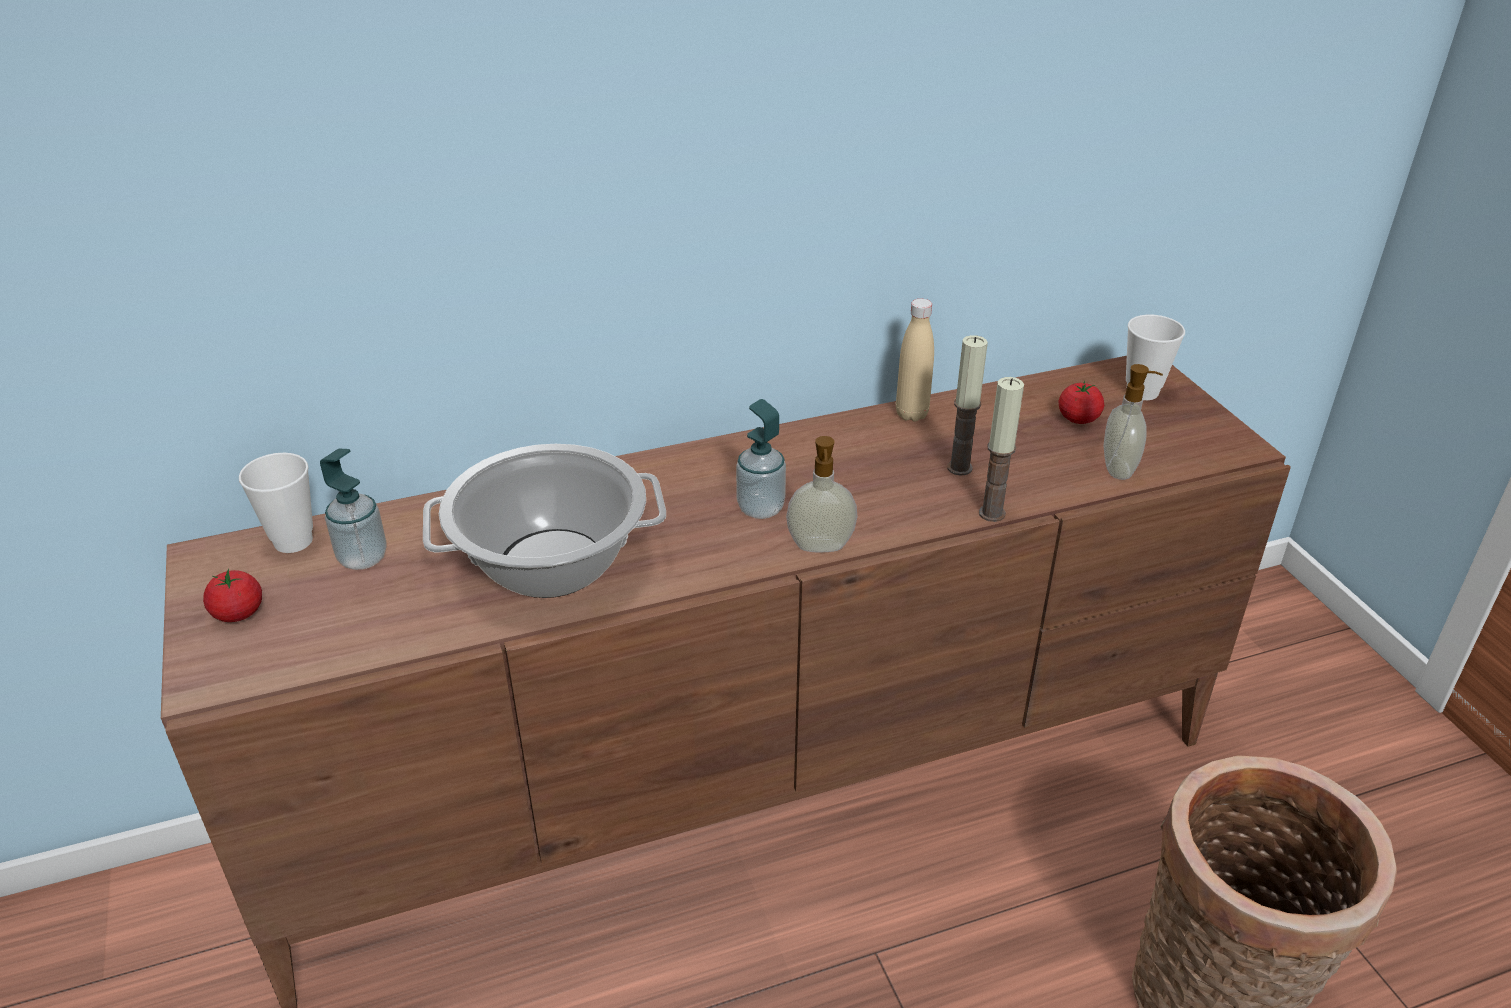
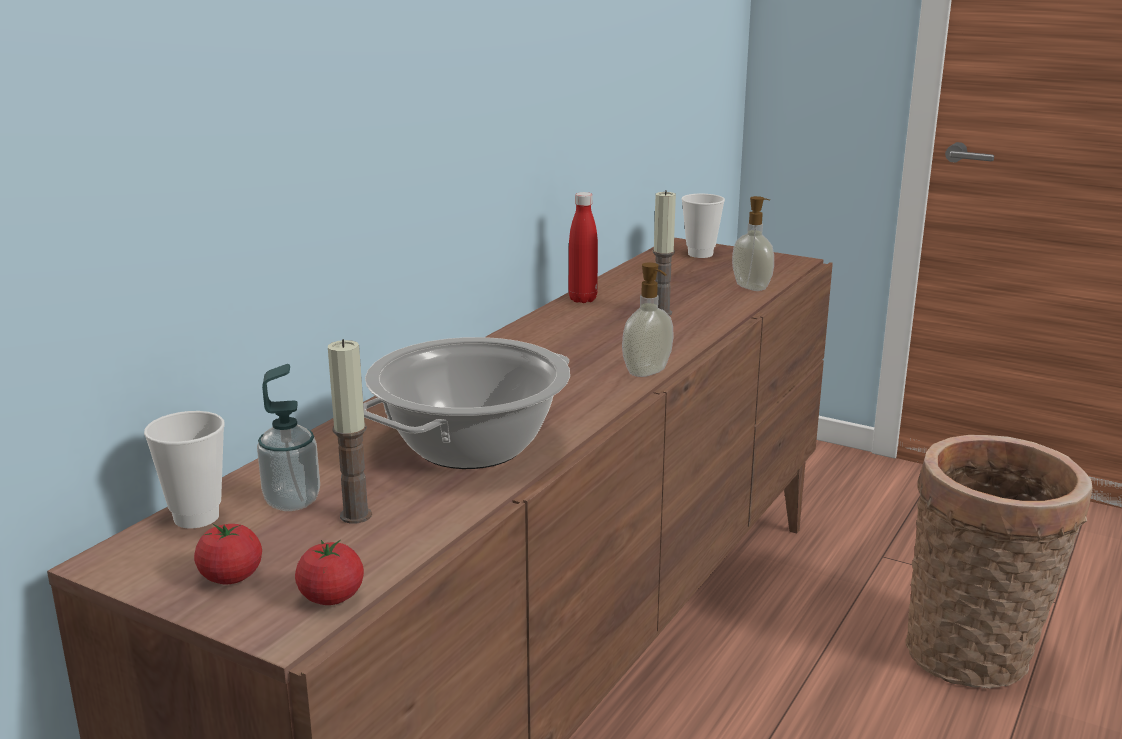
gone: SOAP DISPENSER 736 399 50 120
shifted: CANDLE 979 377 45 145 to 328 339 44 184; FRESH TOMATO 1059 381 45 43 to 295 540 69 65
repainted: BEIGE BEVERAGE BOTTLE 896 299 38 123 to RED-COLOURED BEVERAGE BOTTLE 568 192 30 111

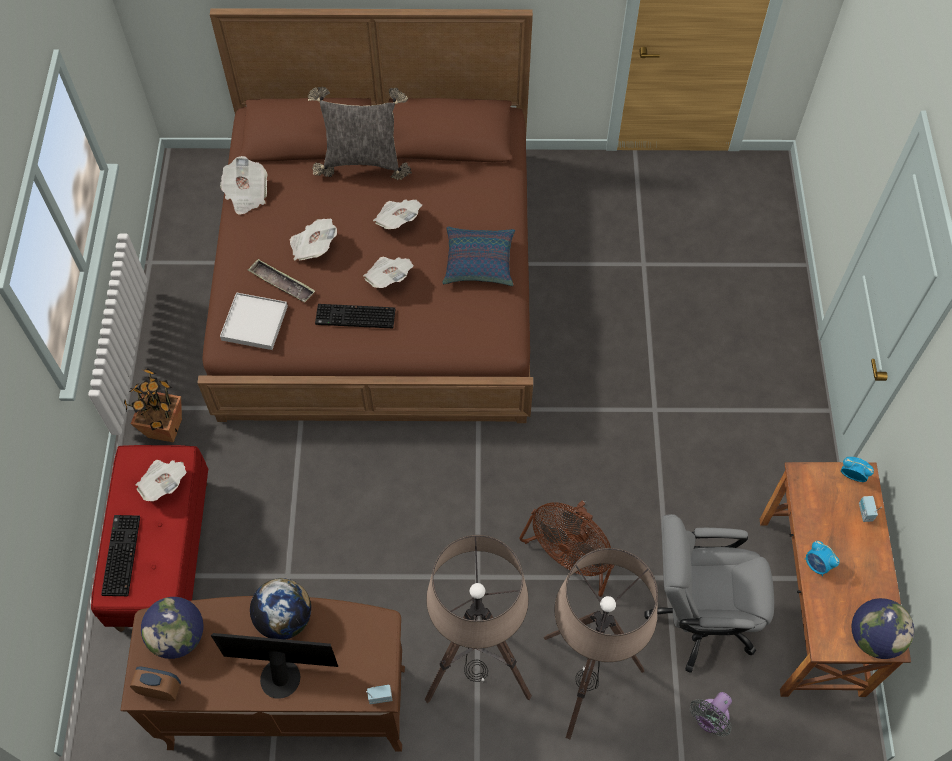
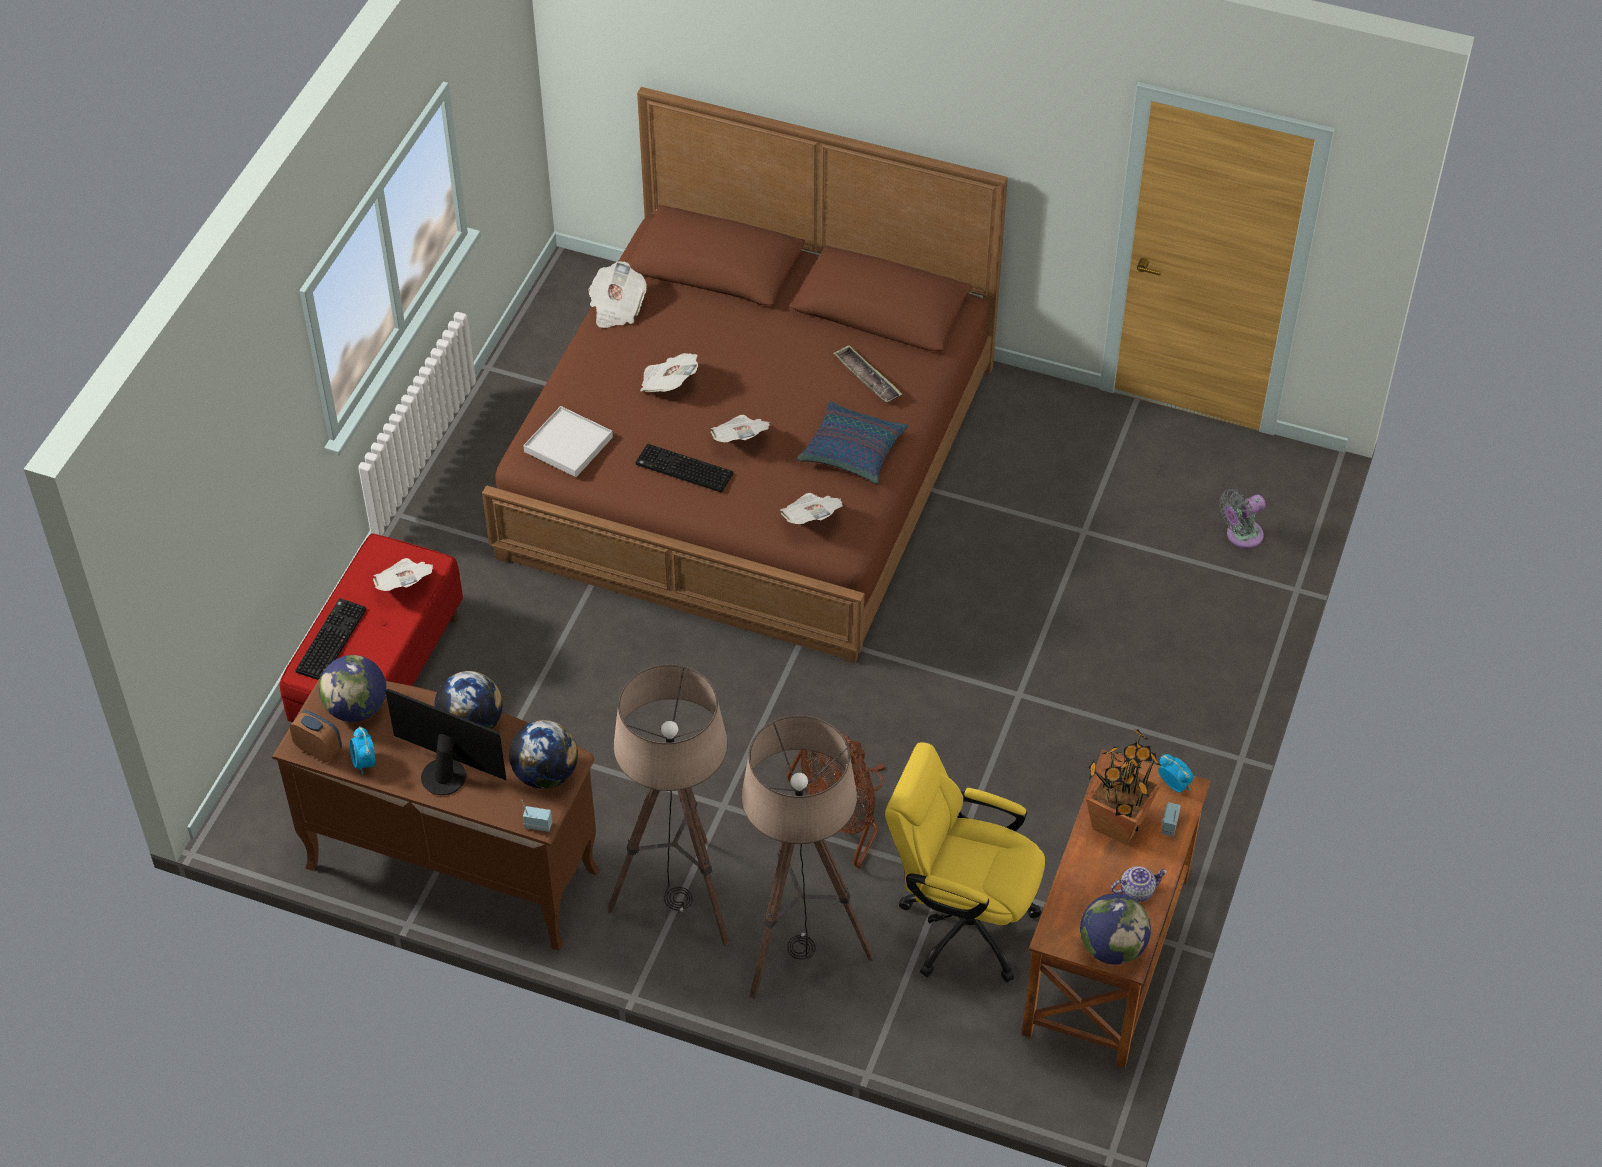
gone: CUSHION 308 87 103 94
new: GLOBE 509 720 69 69; TEA POT 1111 866 57 36
shifted: POTTED PLANT 124 368 58 75 to 1086 729 76 116; TRAY 248 259 67 43 to 833 345 69 57; PRINTED PAPER 373 199 49 30 to 780 493 63 31; GREYISH FAN 690 692 42 45 to 1219 489 47 59; BEDSIDE CLOCK 805 541 35 35 to 350 726 25 49
repainted: GREYISH DESK CHAIR 645 514 129 159 to YELLOW-COLOURED DESK CHAIR 885 742 160 240

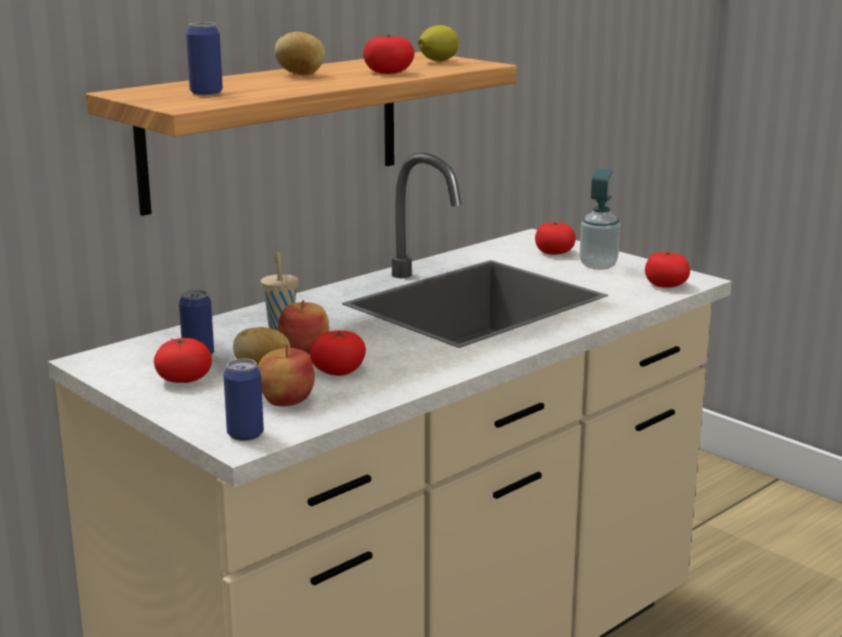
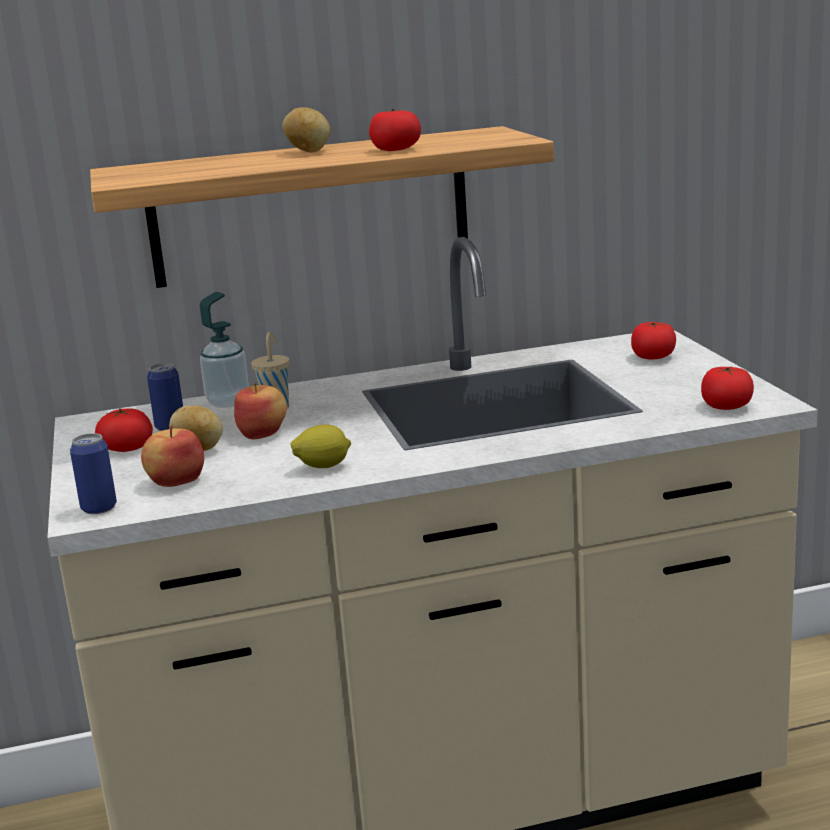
gone: METAL CAN 186 22 37 73; FRESH TOMATO 310 330 56 46
shifted: LEMON 418 25 41 36 to 291 425 60 43; SOAP DISPENSER 580 168 40 102 to 200 292 49 116

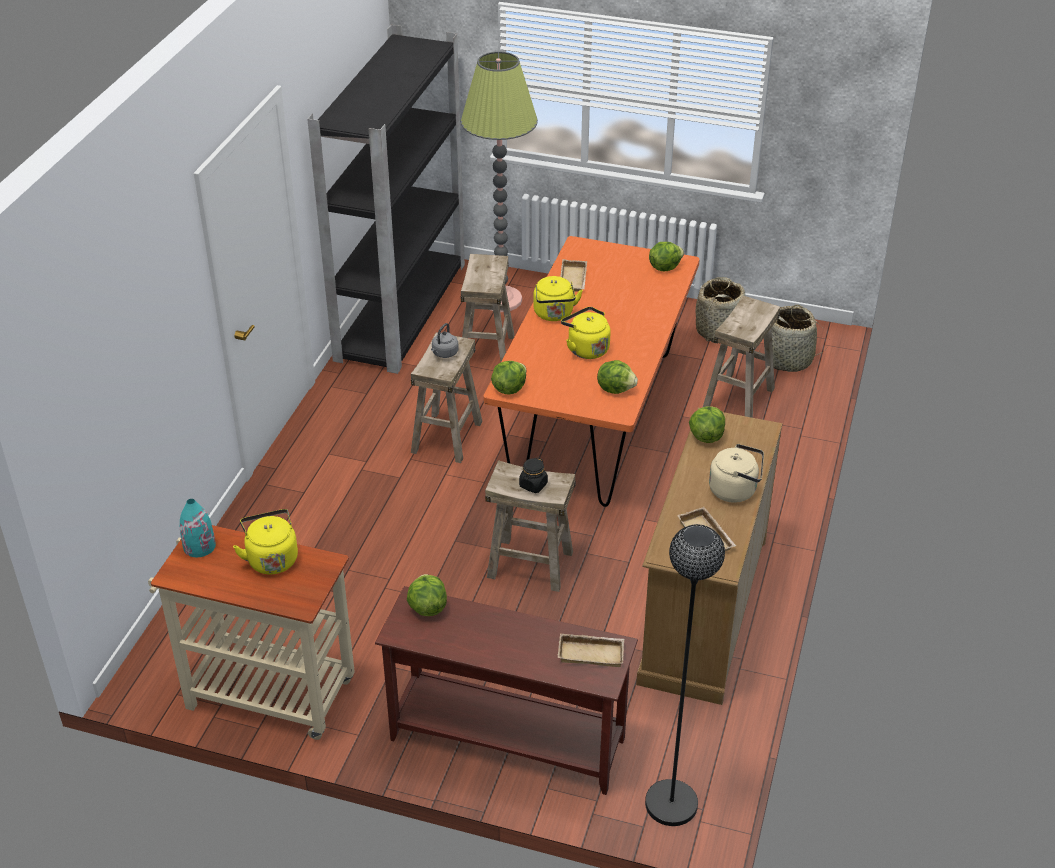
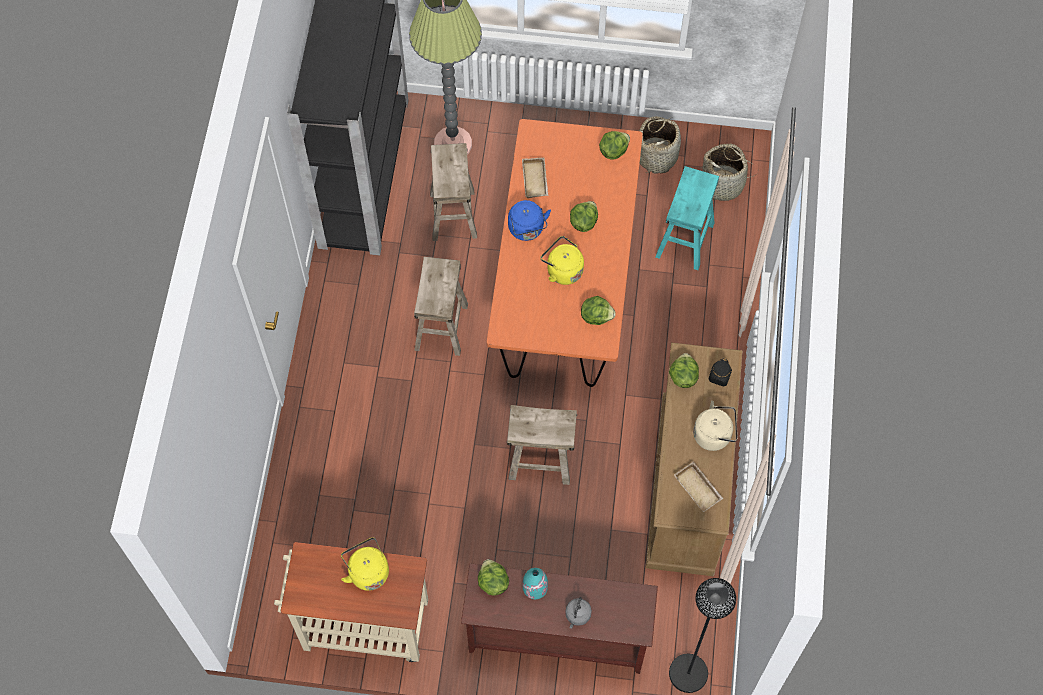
gone: BEIGE TRAY 558 633 66 34
shifted: TURQUOISE-COLOURED VASE 180 499 36 58 to 523 568 25 31; GREYISH WATER KETTLE 431 323 28 35 to 565 597 27 31; HEAD OF LETTUCE 491 361 35 33 to 570 201 28 31; BLACK-COLOURED PRESERVE JAR 519 458 29 35 to 709 358 23 29
repainted: YELLOW-COLOURED WATER KETTLE 533 276 50 45 to BLUISH WATER KETTLE 508 200 43 41; BEIGE SITTING STOOL 703 296 77 122 to TURQUOISE-COLOURED SITTING STOOL 655 166 64 104

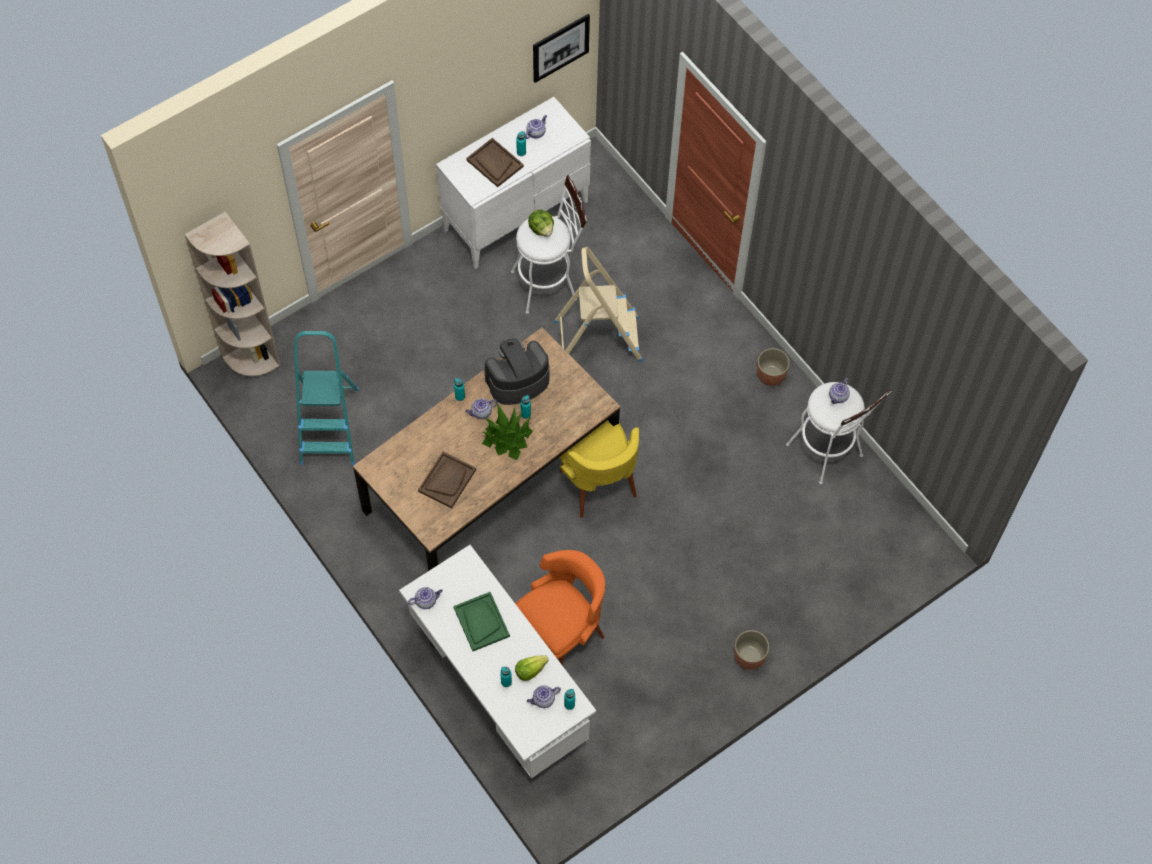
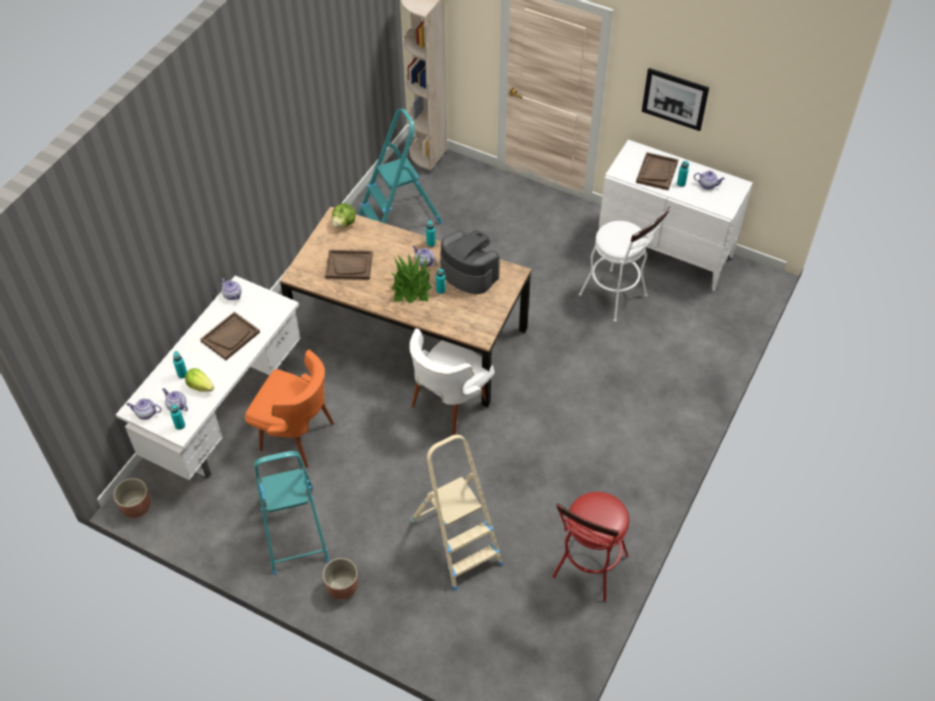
new: TURQUOISE-COLOURED STEP STOOL 254 451 75 124
shifted: HEAD OF LETTUCE 528 210 26 27 to 332 203 24 24; PICTURE 533 14 57 69 to 642 68 67 63; BEIGE STEP STOOL 554 247 89 115 to 410 435 93 156; FLOWER POT 757 348 33 38 to 113 478 38 40; TEA POT 829 378 21 26 to 126 399 36 21
repainted: GREENISH TRAY 453 592 57 59 to BROWN-COLOURED TRAY 200 312 60 48; YELLOW-COLOURED PLAIN CHAIR 560 419 79 99 to WHITE-COLOURED PLAIN CHAIR 409 328 85 107; WHITE-COLOURED SITTING STOOL 786 382 106 102 to RED-COLOURED SITTING STOOL 552 492 77 110

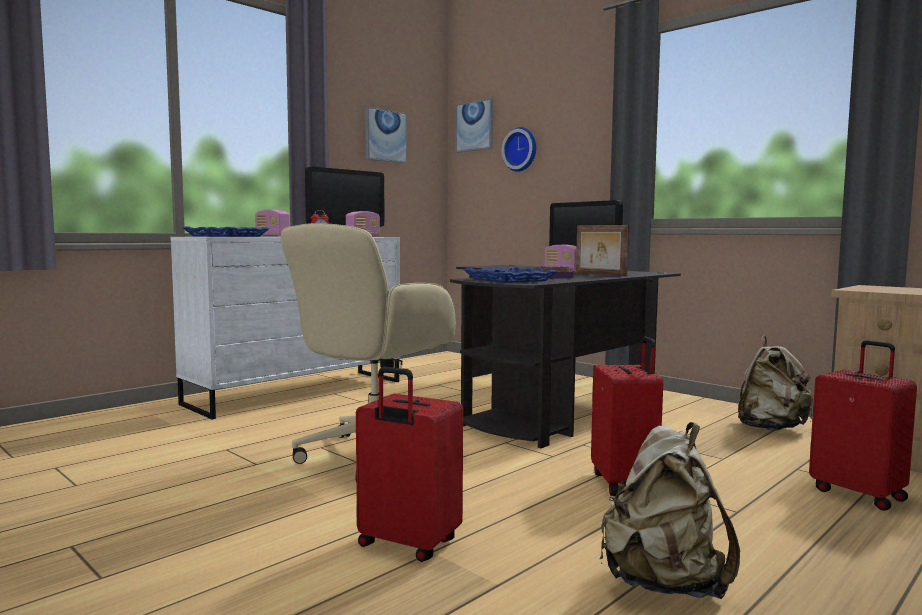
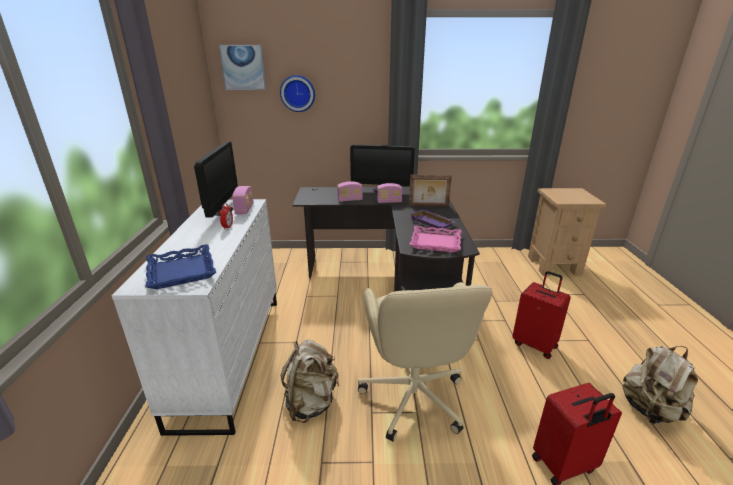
gone: PICTURE 365 107 42 56; RED-COLOURED TRAVEL CASE 809 340 108 171
shifted: RADIO 255 209 35 28 to 337 181 26 21; BEIGE RUCKSACK 738 335 75 96 to 281 340 58 83
repainted: BLUISH TRAY 464 267 93 16 to PINK-COLOURED TRAY 409 226 52 26

